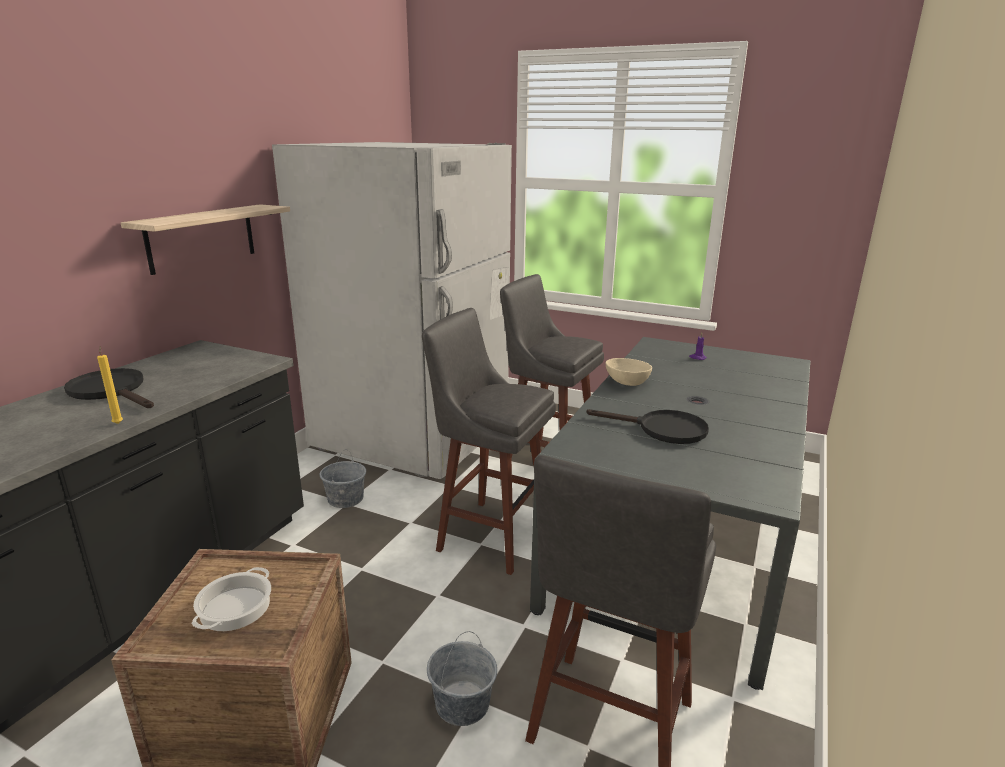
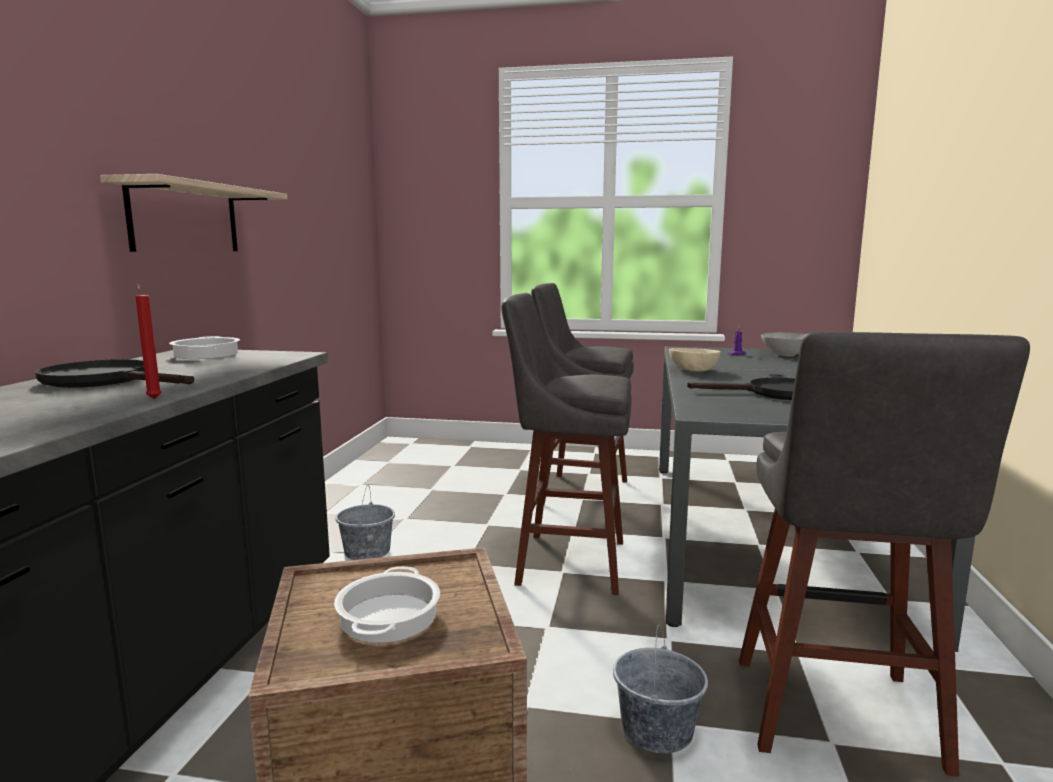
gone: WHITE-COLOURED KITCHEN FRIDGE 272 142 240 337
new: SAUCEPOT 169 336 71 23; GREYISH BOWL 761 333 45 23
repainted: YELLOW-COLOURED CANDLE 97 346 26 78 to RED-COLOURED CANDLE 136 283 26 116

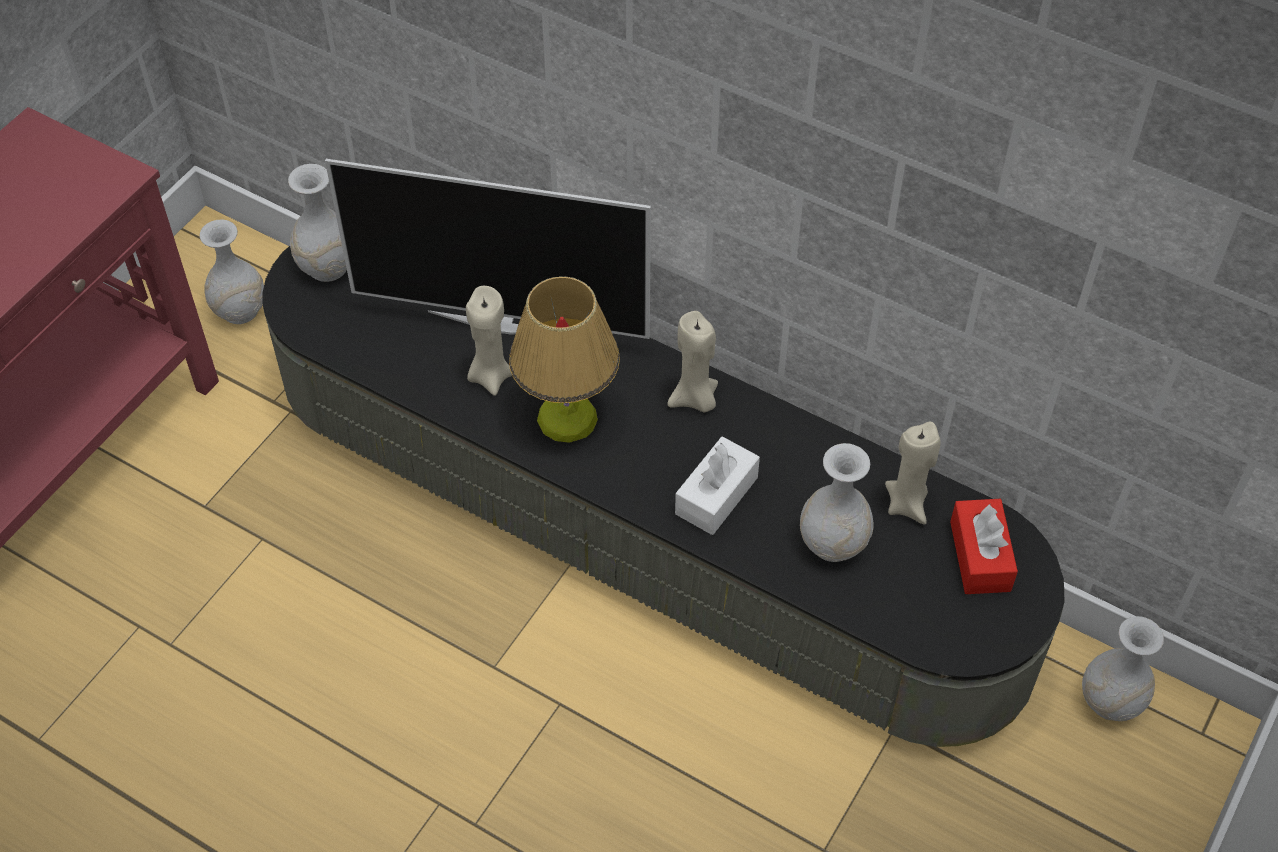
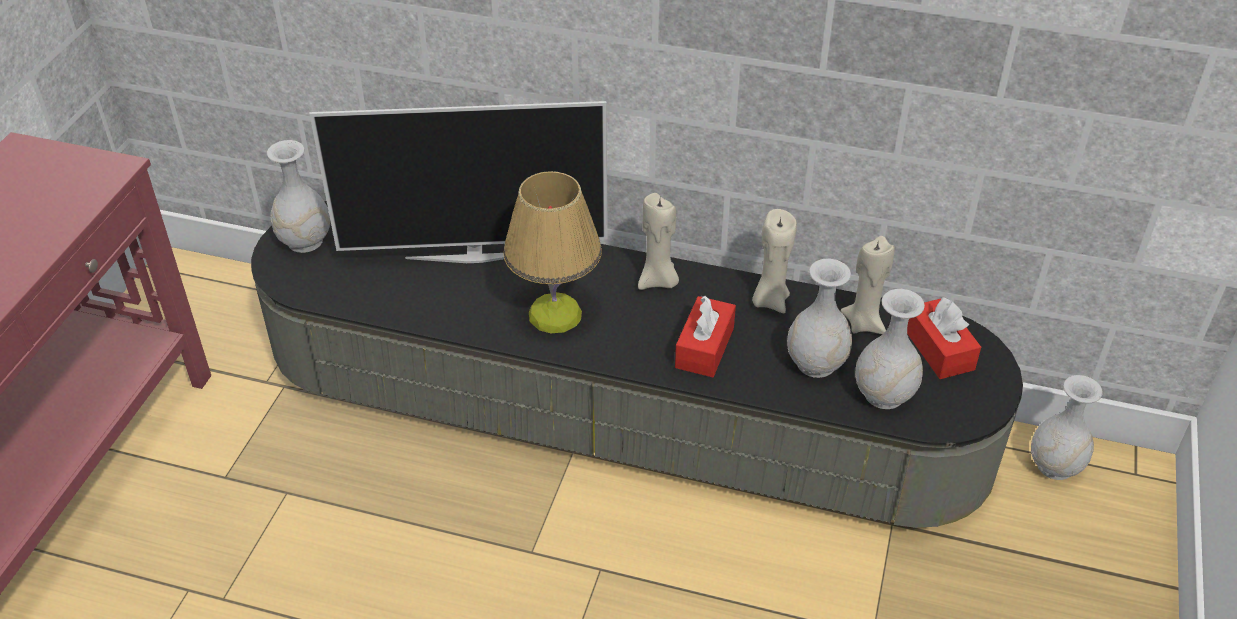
shifted: WHITE-COLOURED VASE 199 220 65 104 to 855 289 70 120; BEIGE CANDLE 466 286 46 110 to 752 209 45 104
repainted: WHITE-COLOURED TISSUE HOLDER 675 437 85 98 to RED-COLOURED TISSUE HOLDER 675 296 61 81

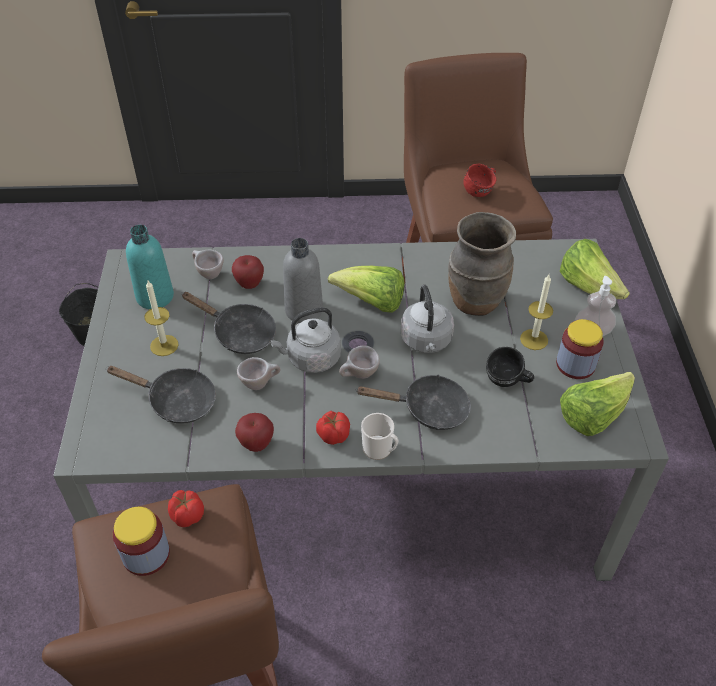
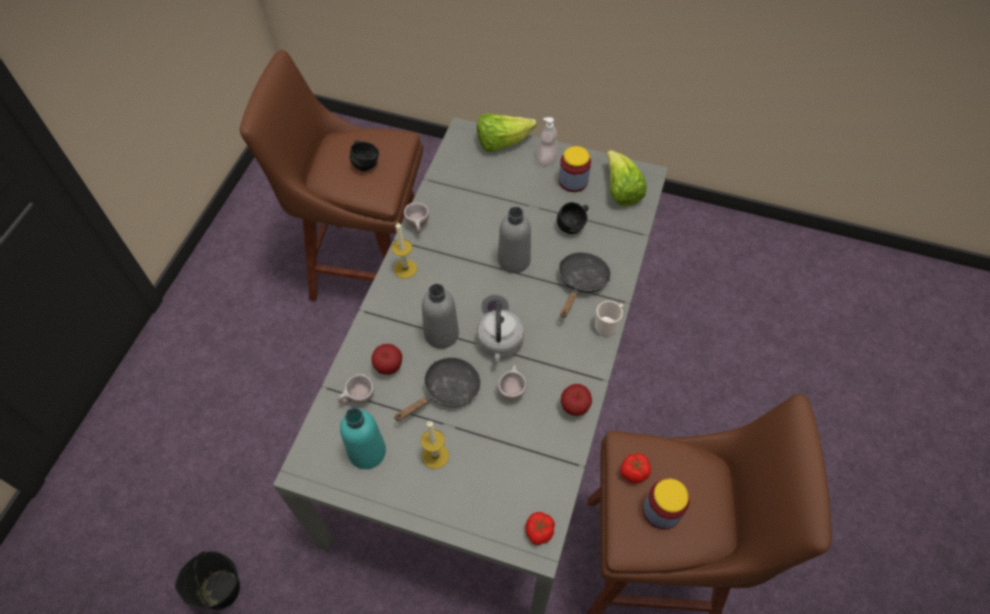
gone: BLACK-COLOURED SKILLET 106 366 110 58; HEAD OF LETTUCE 328 266 77 47; BROWN-COLOURED VASE 448 212 68 104
shifted: FRESH TOMATO 316 411 34 34 to 525 512 30 33; BEIGE CUP 339 346 41 33 to 404 202 25 31; CANDLE 520 275 33 75 to 392 222 25 57
swapped: GREYISH WATER KETTLE 401 285 53 68 to GREYISH BEVERAGE BOTTLE 498 207 33 66
repainted: RED-COLOURED TEA MUG 464 164 32 33 to BLACK-COLOURED TEA MUG 350 140 29 31

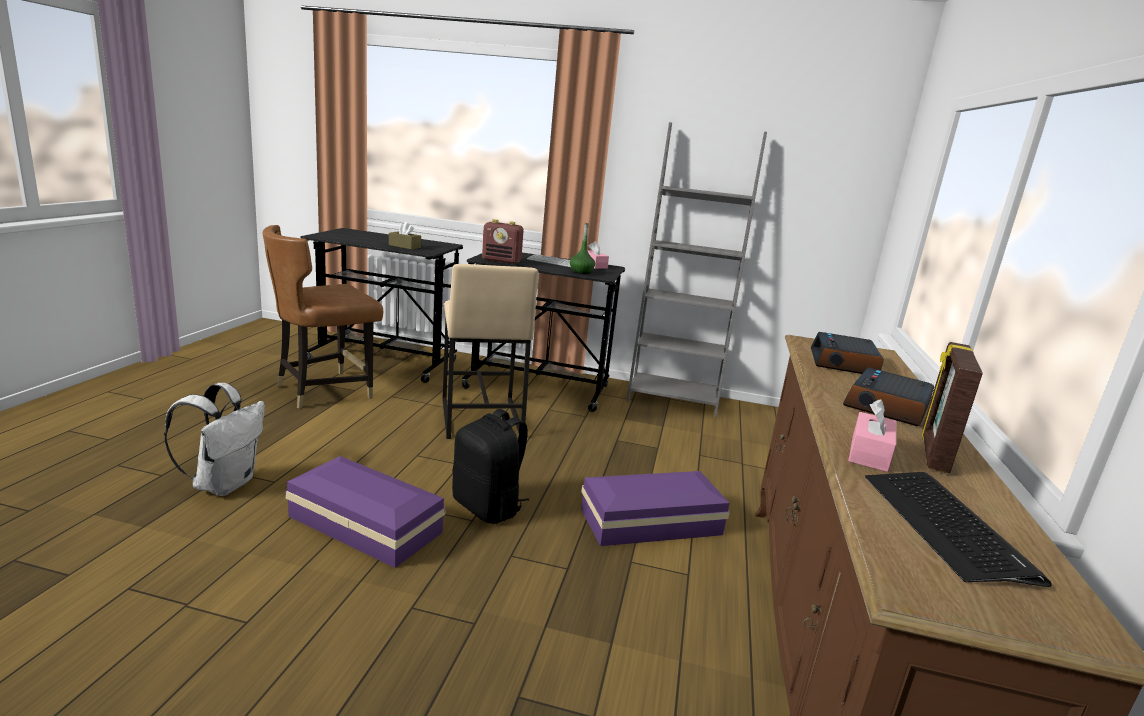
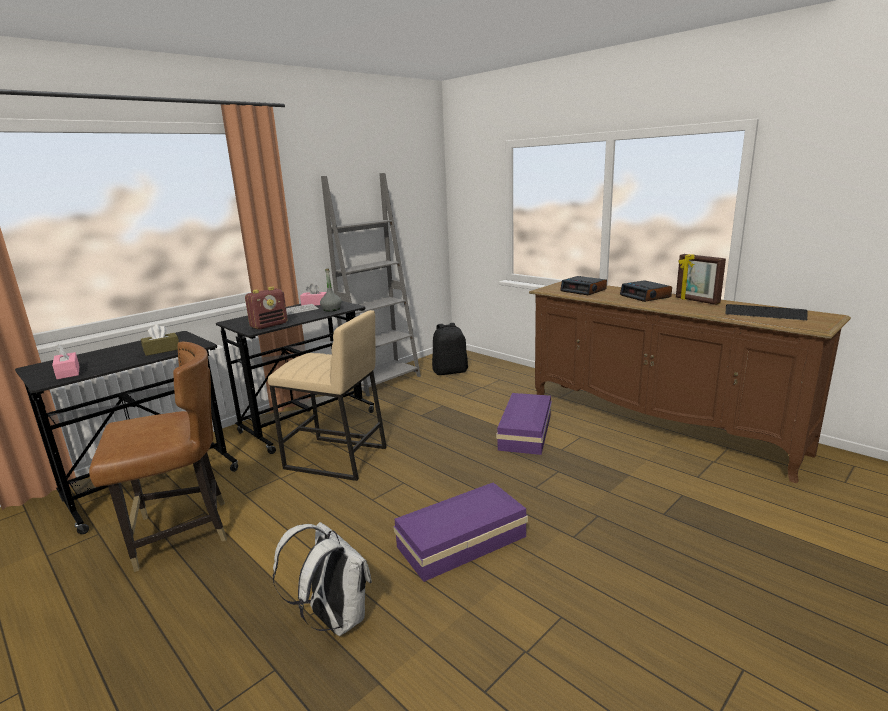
shifted: BLACK-COLOURED RUCKSACK 452 409 78 115 to 432 323 36 52; PINK-COLOURED TISSUE HOLDER 848 399 49 73 to 52 344 27 35
repainted: GREENISH BEVERAGE BOTTLE 570 223 25 51 to GREYISH BEVERAGE BOTTLE 320 269 22 43
rotated: BROWN-COLOURED PLAIN CHAIR 262 225 121 183 = 89 341 138 231 105 degrees counterclockwise

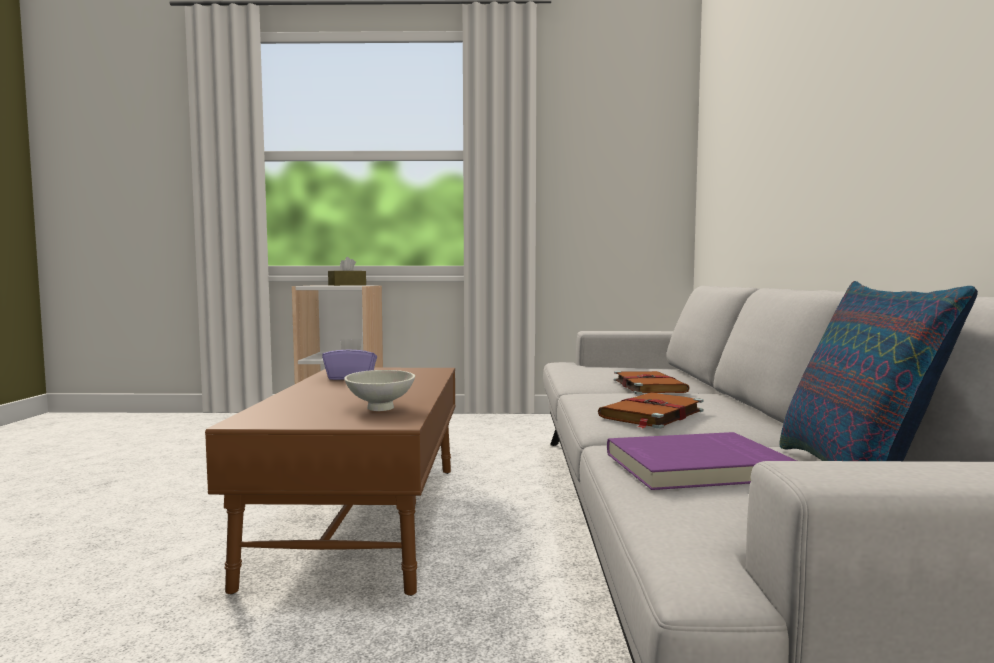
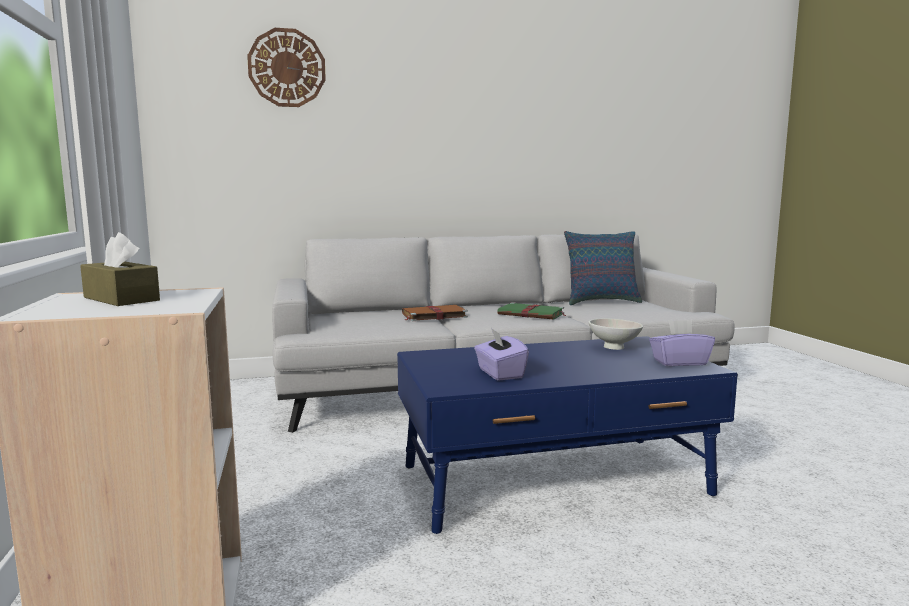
gone: PURPLISH VOLUME 607 432 190 58
new: HANGING CLOCK 247 28 79 79; PURPLISH TISSUE HOLDER 649 320 66 46
repainted: BROWN-COLOURED COFFEE TABLE 205 368 250 228 to BLUISH COFFEE TABLE 397 336 341 198; BROWN-COLOURED VOLUME 598 392 106 37 to GREENISH VOLUME 497 302 69 18

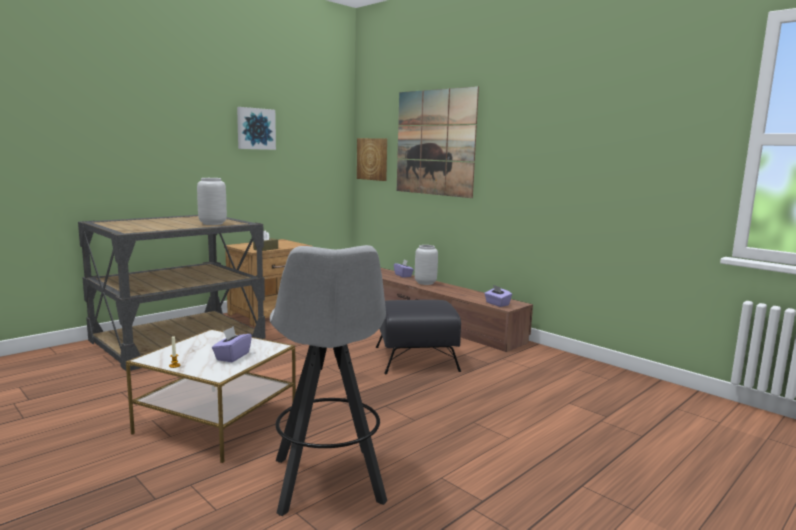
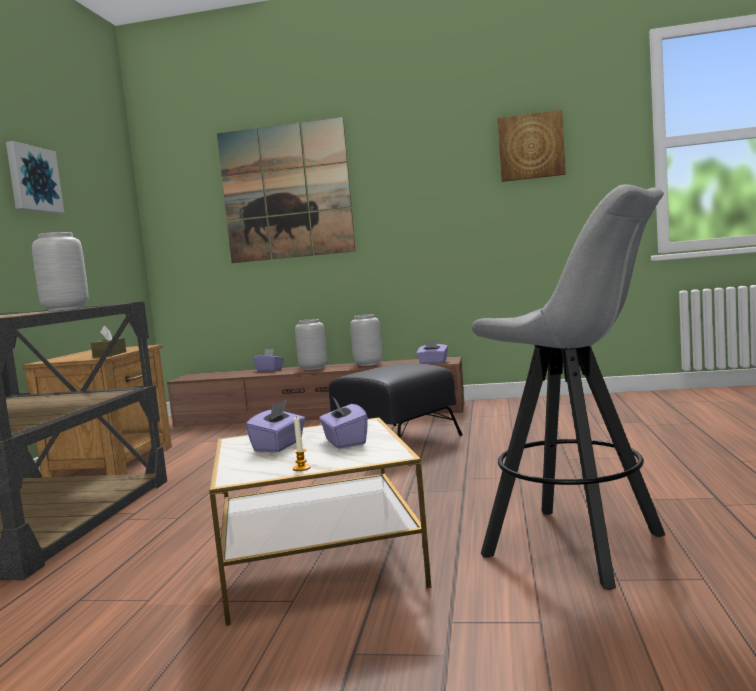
new: PURPLISH TISSUE HOLDER 246 400 59 52; GREYISH VASE 350 314 32 52
shifted: PICTURE 357 138 30 43 to 497 110 69 72

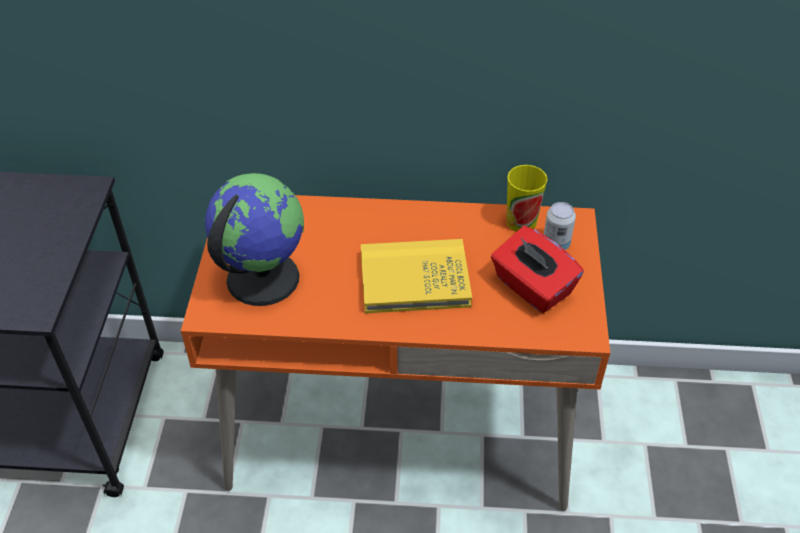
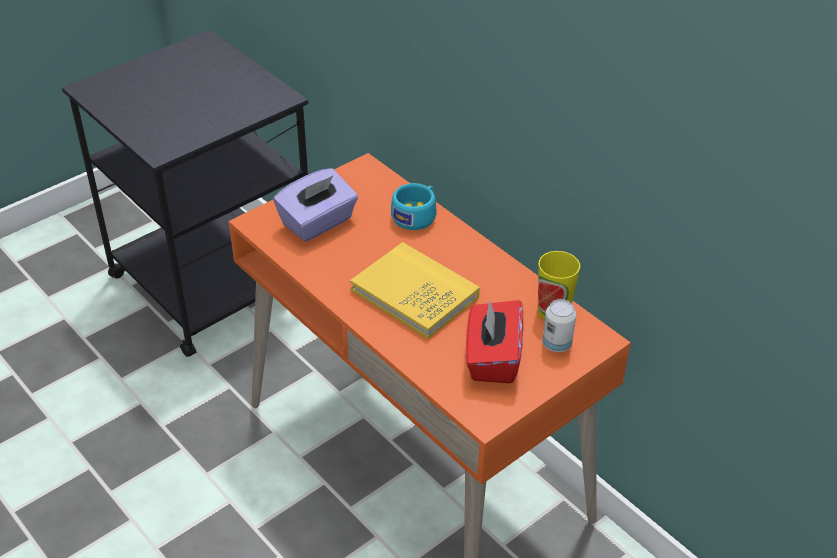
new: TURQUOISE-COLOURED CUP 391 183 45 47
swapped: GLOBE 205 173 99 133 to PURPLISH TISSUE HOLDER 273 168 85 74

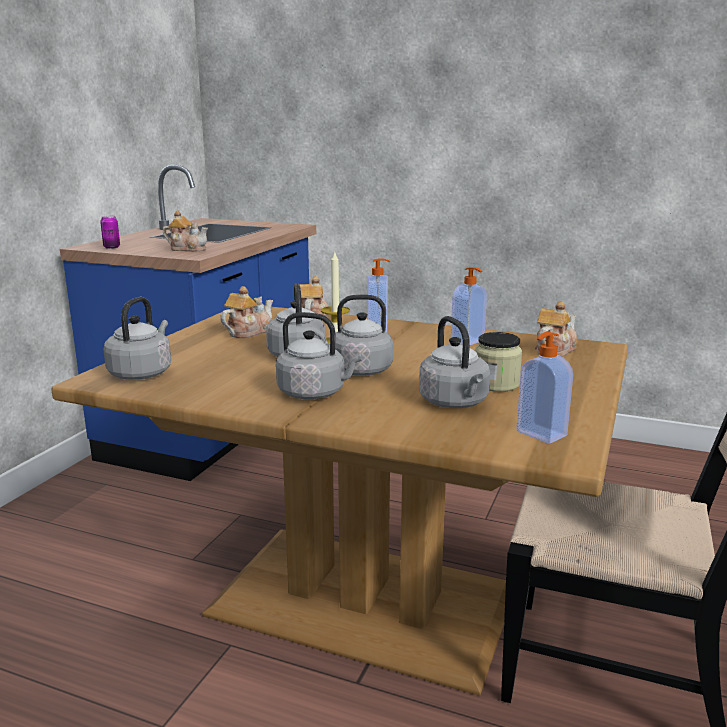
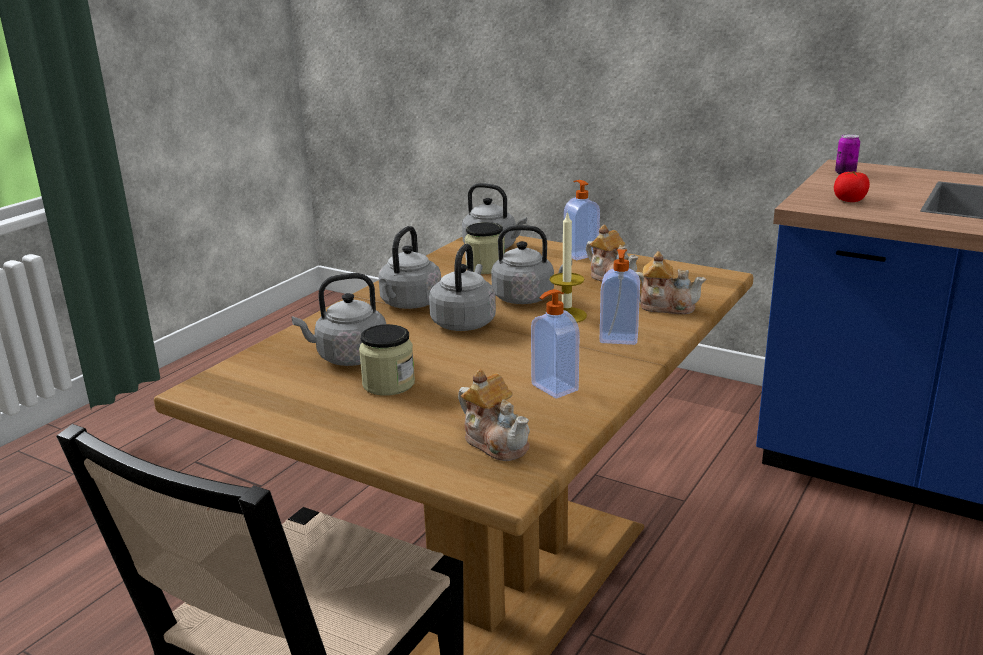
new: PRESERVE JAR 465 222 40 52
shifted: SOAP DISPENSER 516 332 57 112 to 564 180 36 80
swapped: TEA POT 163 210 45 42 to FRESH TOMATO 834 171 36 31

